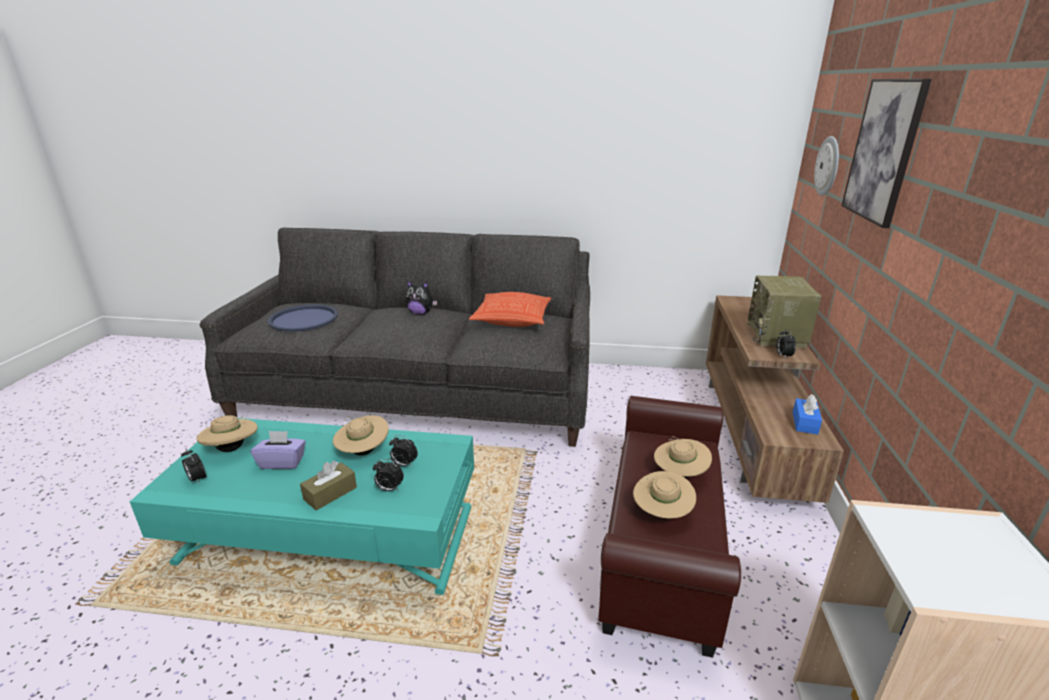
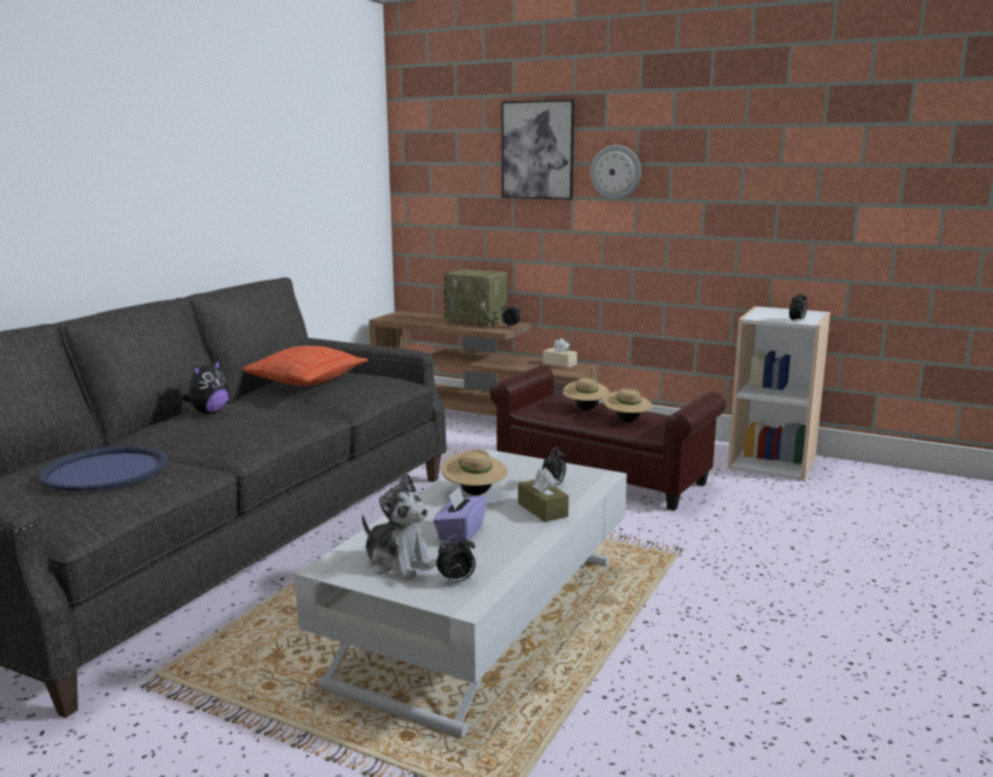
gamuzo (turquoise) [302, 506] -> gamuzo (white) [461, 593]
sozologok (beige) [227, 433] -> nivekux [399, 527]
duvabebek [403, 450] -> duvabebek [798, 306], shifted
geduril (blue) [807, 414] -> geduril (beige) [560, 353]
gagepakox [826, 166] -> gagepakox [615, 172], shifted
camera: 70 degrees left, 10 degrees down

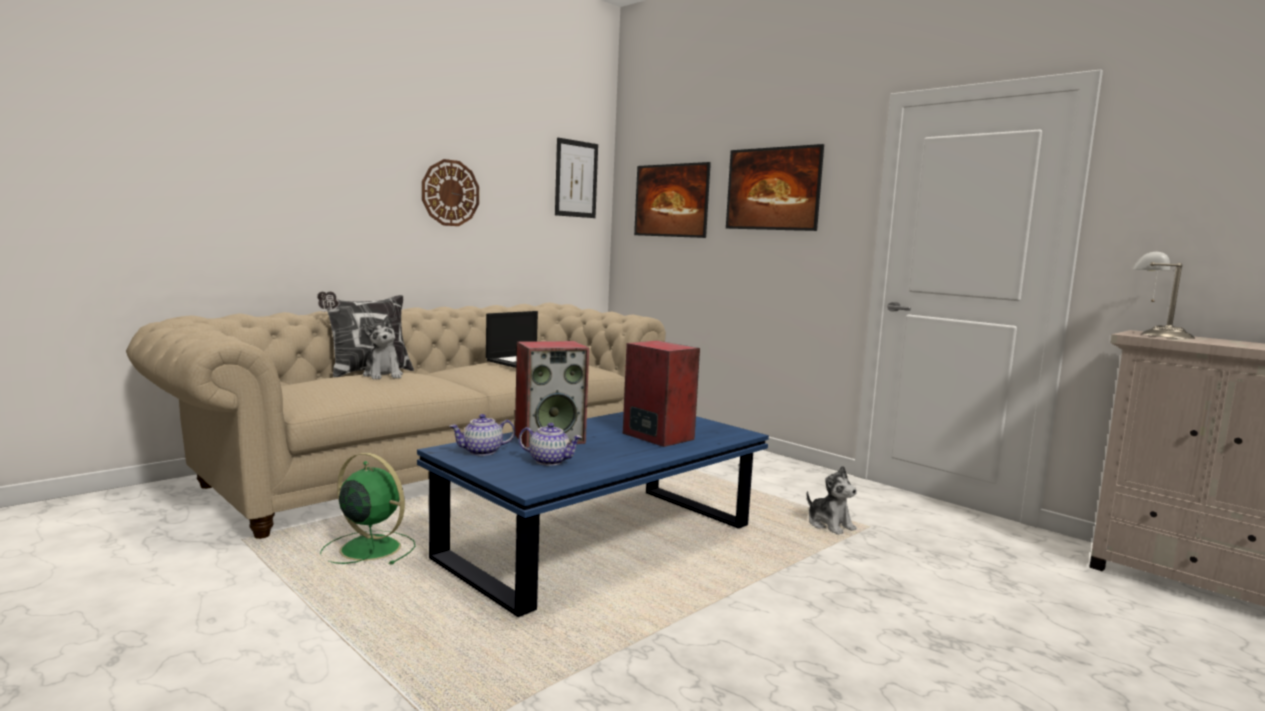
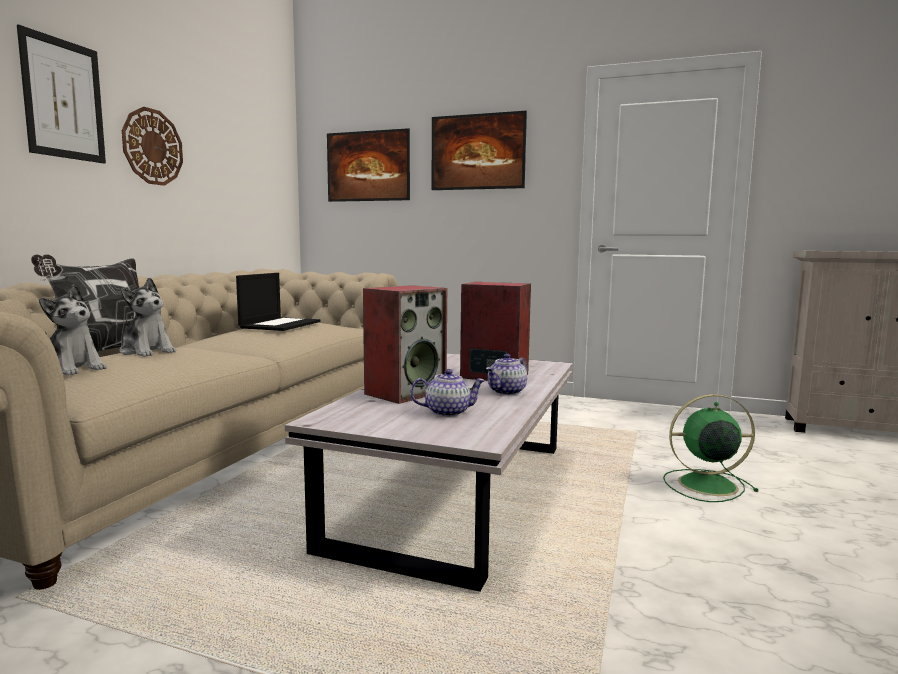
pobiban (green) [367, 509] -> pobiban (green) [710, 448], shifted
gamuzo (blue) [593, 514] -> gamuzo (white) [429, 472]
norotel [482, 435] -> norotel [507, 374], shifted
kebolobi [576, 178] -> kebolobi [61, 94], shifted
nivekux [832, 500] -> nivekux [73, 329], shifted
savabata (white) [1163, 295] -> none
camera: 25 degrees left, 0 degrees up

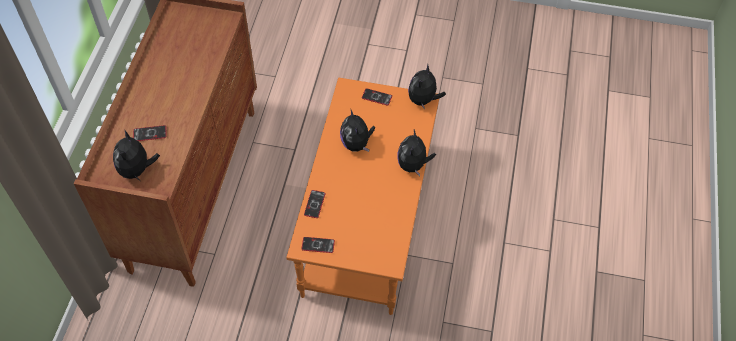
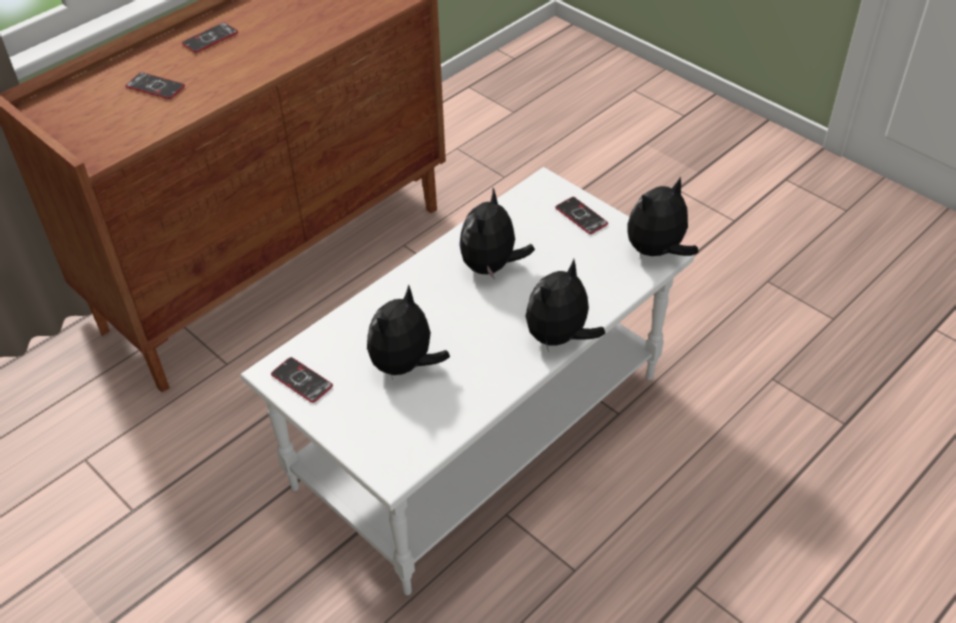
nivekux [136, 156] -> nivekux [408, 332], shifted
gamuzo (orange) [362, 196] -> gamuzo (white) [467, 381]
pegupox [314, 204] -> pegupox [210, 38], shifted
camera: 35 degrees right, 10 degrees down

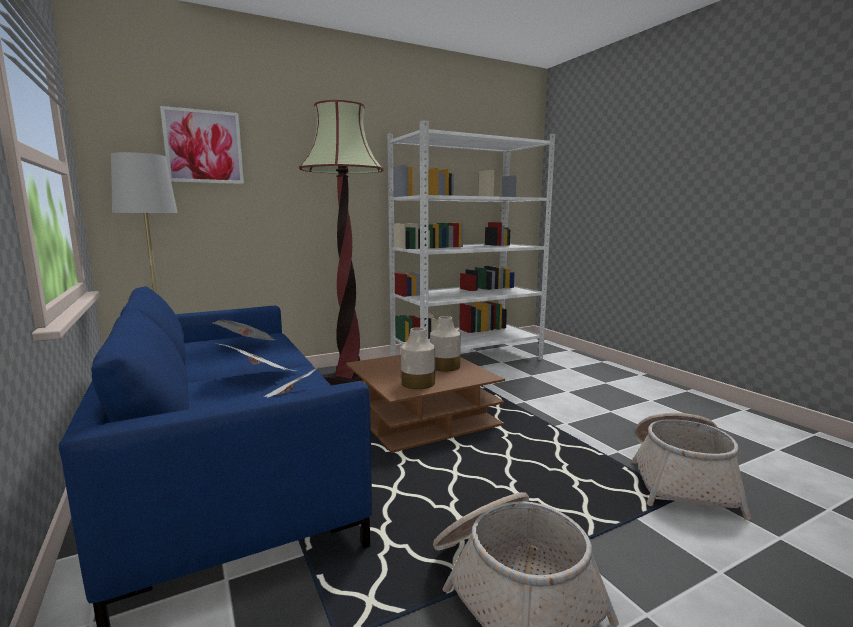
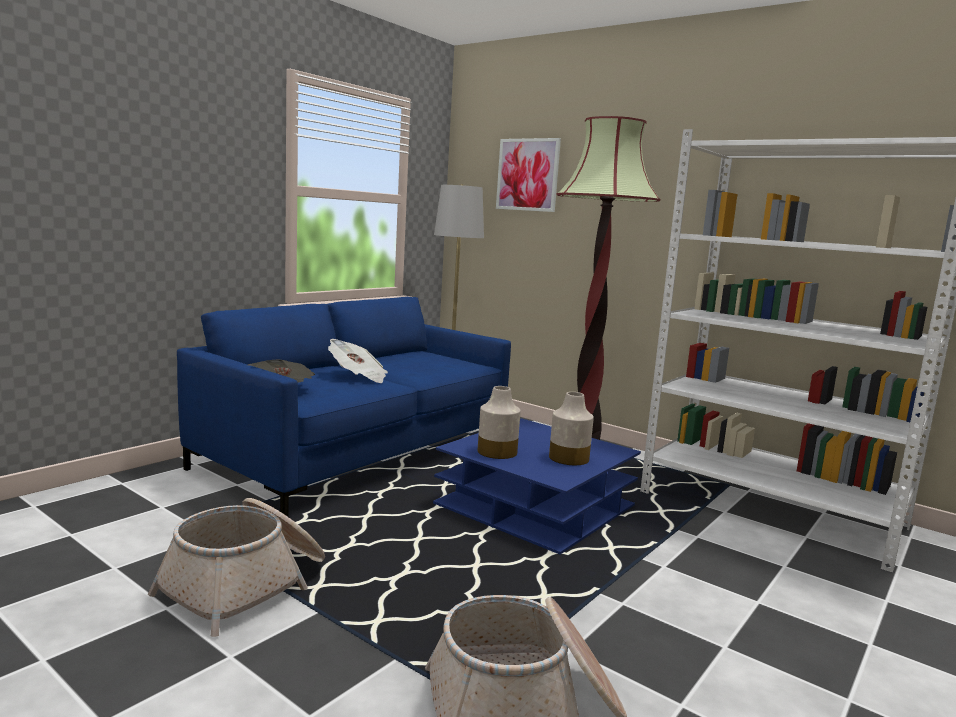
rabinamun [244, 330] -> none
gamuzo (brown) [425, 404] -> gamuzo (blue) [537, 486]
camera: 65 degrees right, 0 degrees up

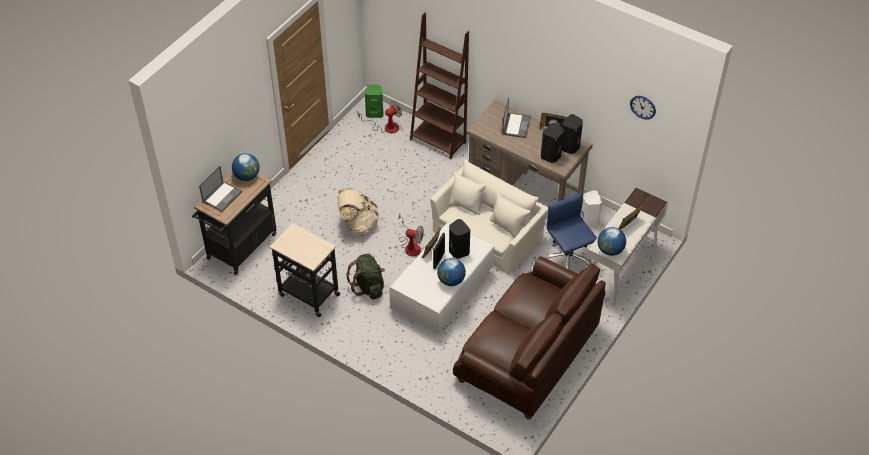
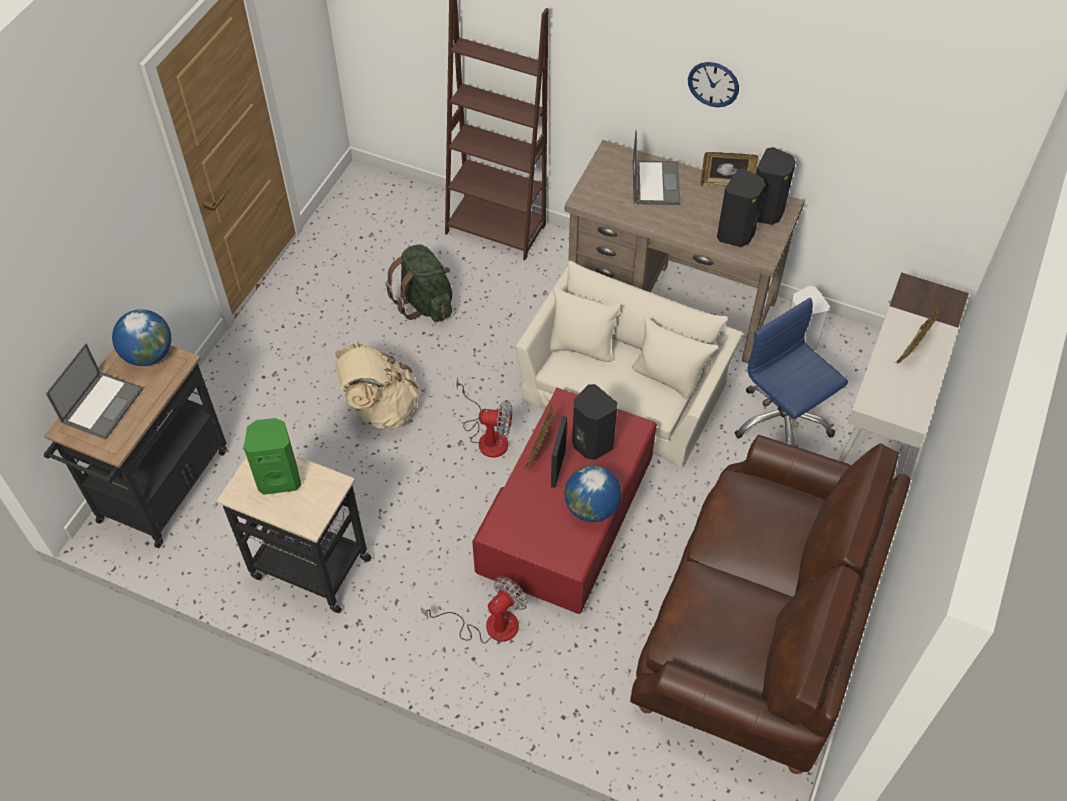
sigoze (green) [365, 276] -> sigoze (green) [418, 283], shifted
pobiban [380, 117] -> pobiban [474, 609], shifted
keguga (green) [374, 101] -> keguga (green) [272, 456], shifted
gamuzo (white) [441, 278] -> gamuzo (red) [564, 501]
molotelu [611, 241] -> none
gagepakox [643, 108] -> gagepakox [713, 84], shifted
camera: 10 degrees left, 5 degrees up

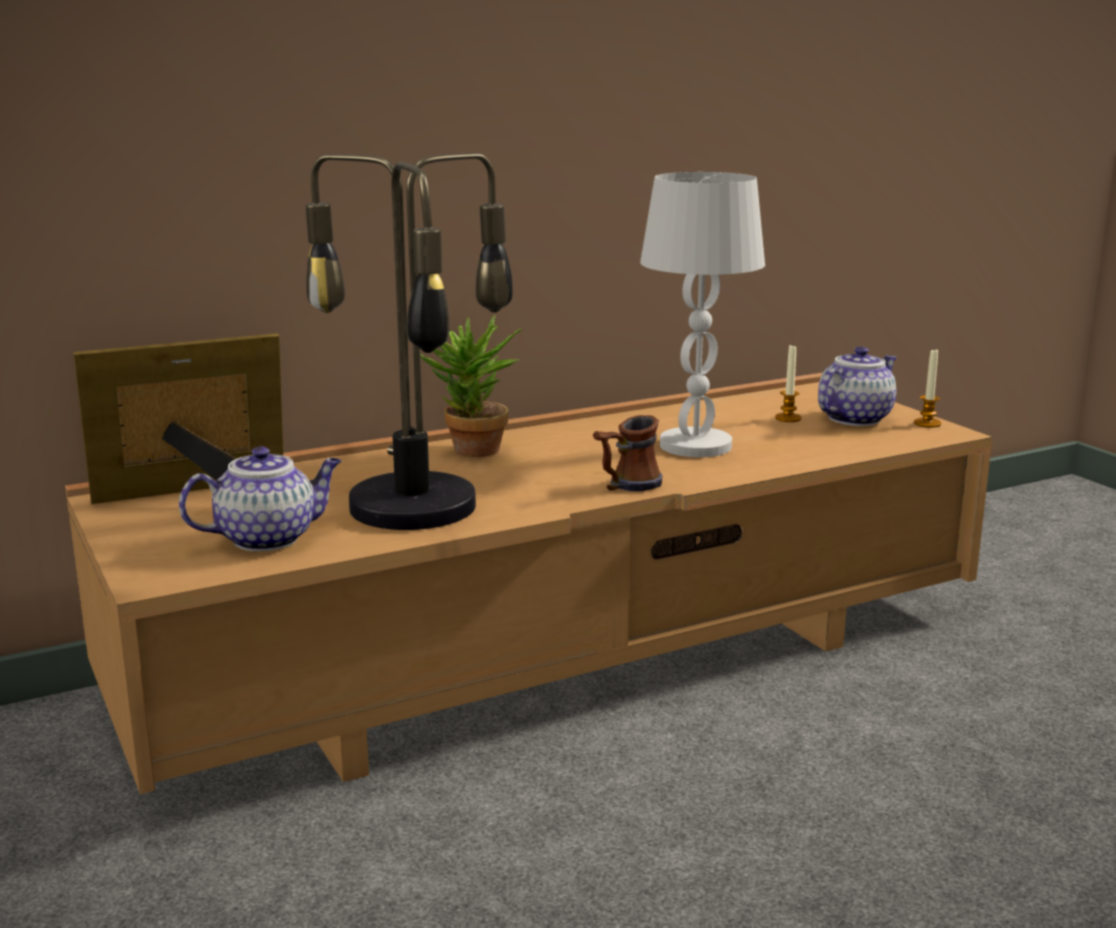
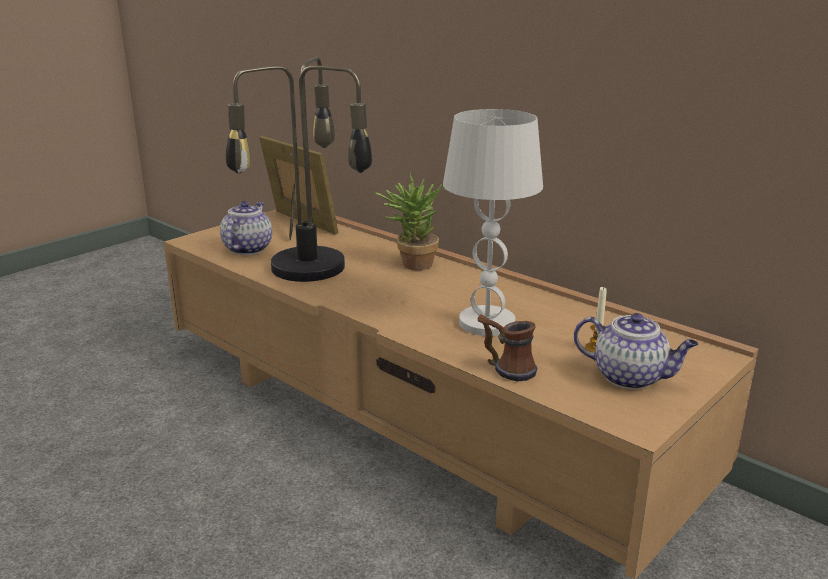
norotel [260, 499] -> norotel [246, 228], 120 degrees counterclockwise
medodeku [627, 453] -> medodeku [508, 348], shifted
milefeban [927, 388] -> none
camera: 70 degrees right, 5 degrees up

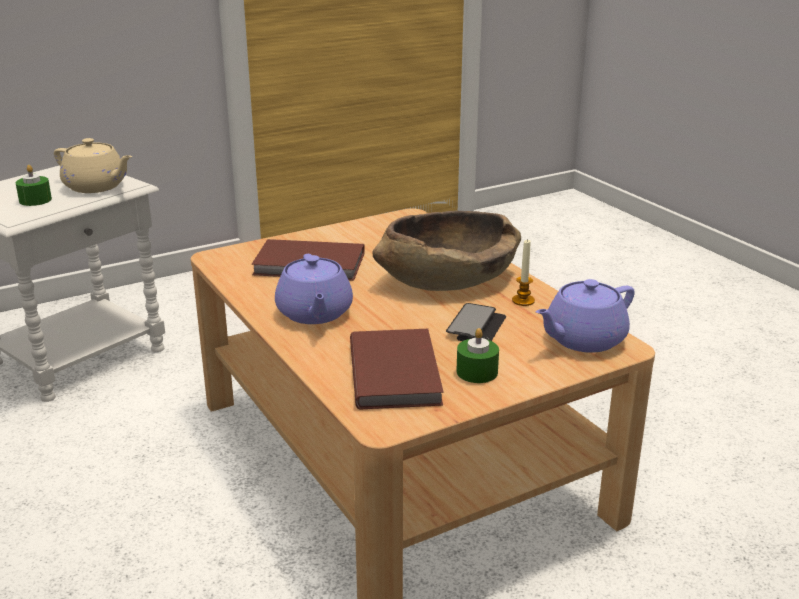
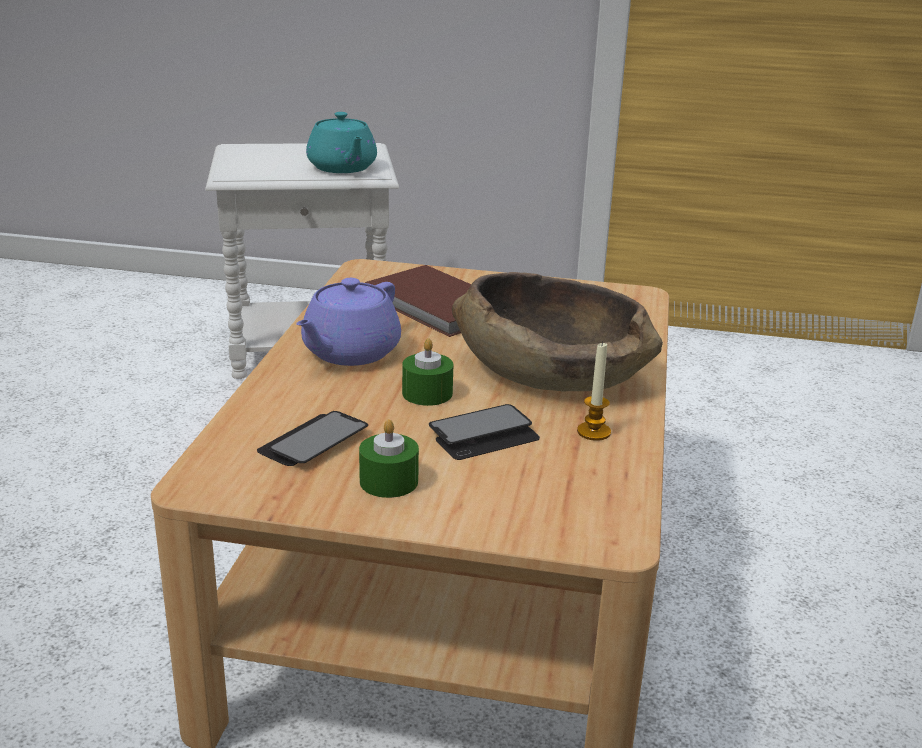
milefeban (green) [33, 185] -> milefeban (green) [427, 372], shifted
norotel (beige) [93, 165] -> norotel (turquoise) [341, 142]
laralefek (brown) [397, 369] -> pegupox [312, 438]
norotel (purple) [585, 316] -> none
camera: 40 degrees right, 0 degrees up

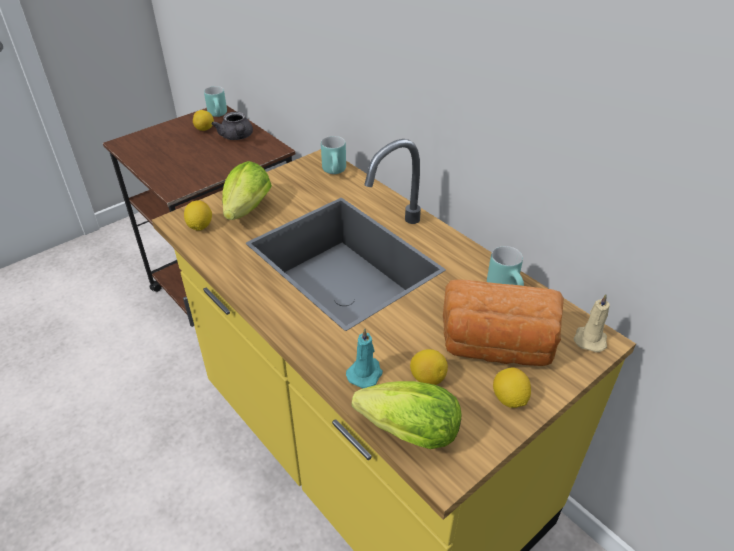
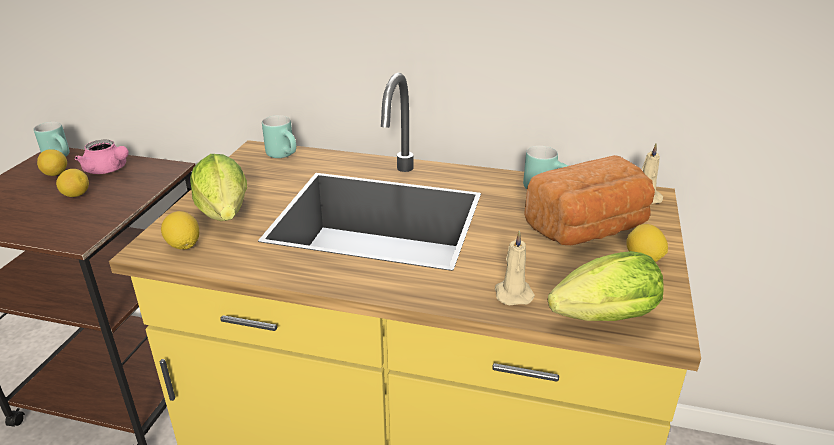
norotel (grey) [232, 126] -> norotel (pink) [102, 157]
milefeban (turquoise) [364, 358] -> milefeban (beige) [515, 268]
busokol [429, 367] -> busokol [72, 183], shifted
camera: 35 degrees left, 10 degrees down

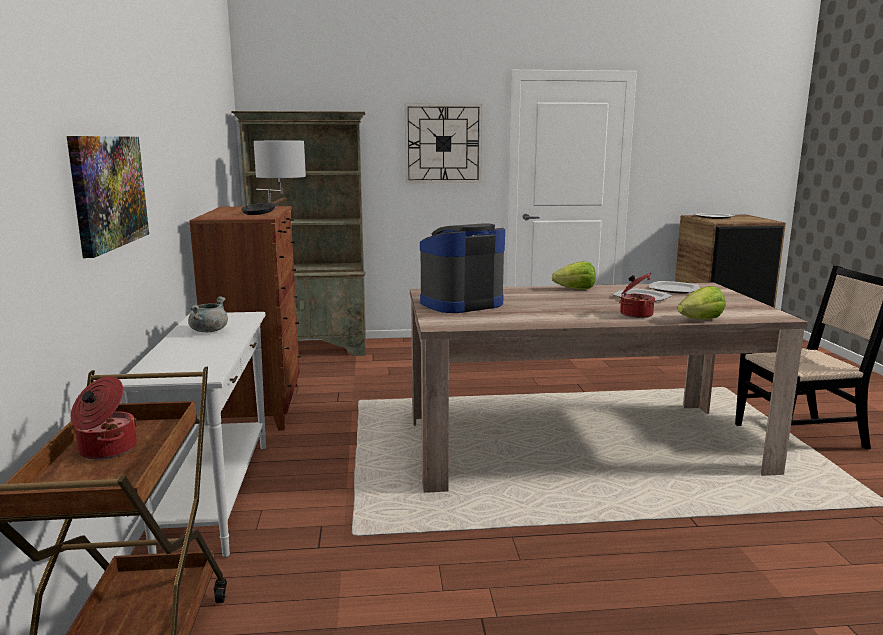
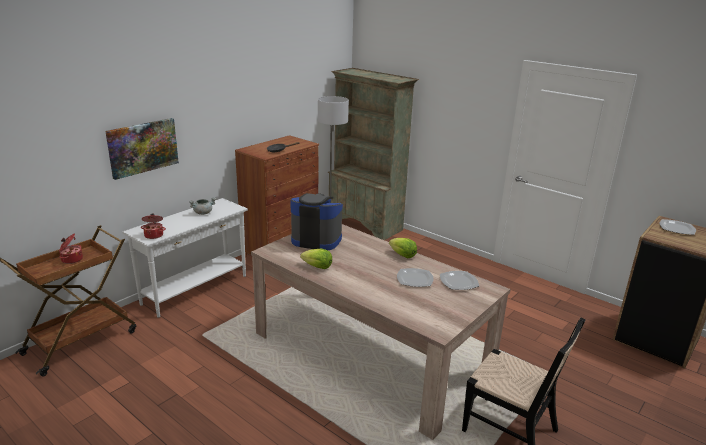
gagepakox [443, 143] -> none
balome [637, 295] -> balome [153, 226], shifted
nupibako [702, 303] -> nupibako [316, 259], shifted
camera: 45 degrees right, 10 degrees up

